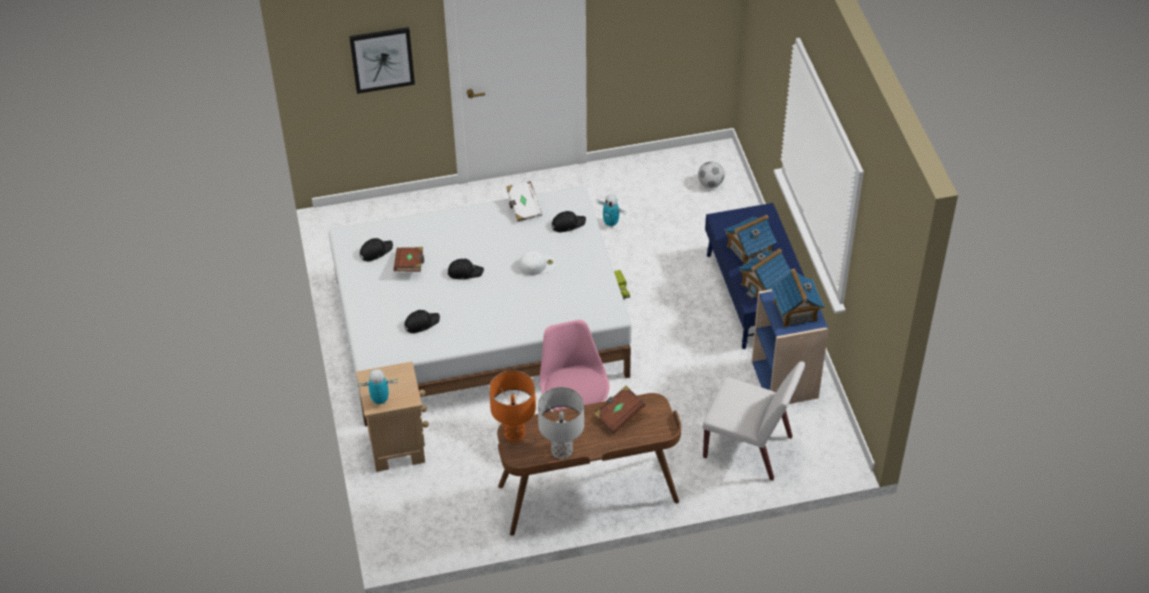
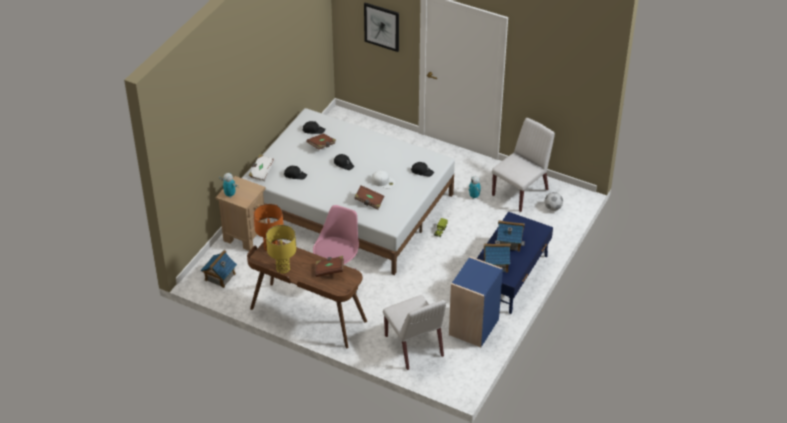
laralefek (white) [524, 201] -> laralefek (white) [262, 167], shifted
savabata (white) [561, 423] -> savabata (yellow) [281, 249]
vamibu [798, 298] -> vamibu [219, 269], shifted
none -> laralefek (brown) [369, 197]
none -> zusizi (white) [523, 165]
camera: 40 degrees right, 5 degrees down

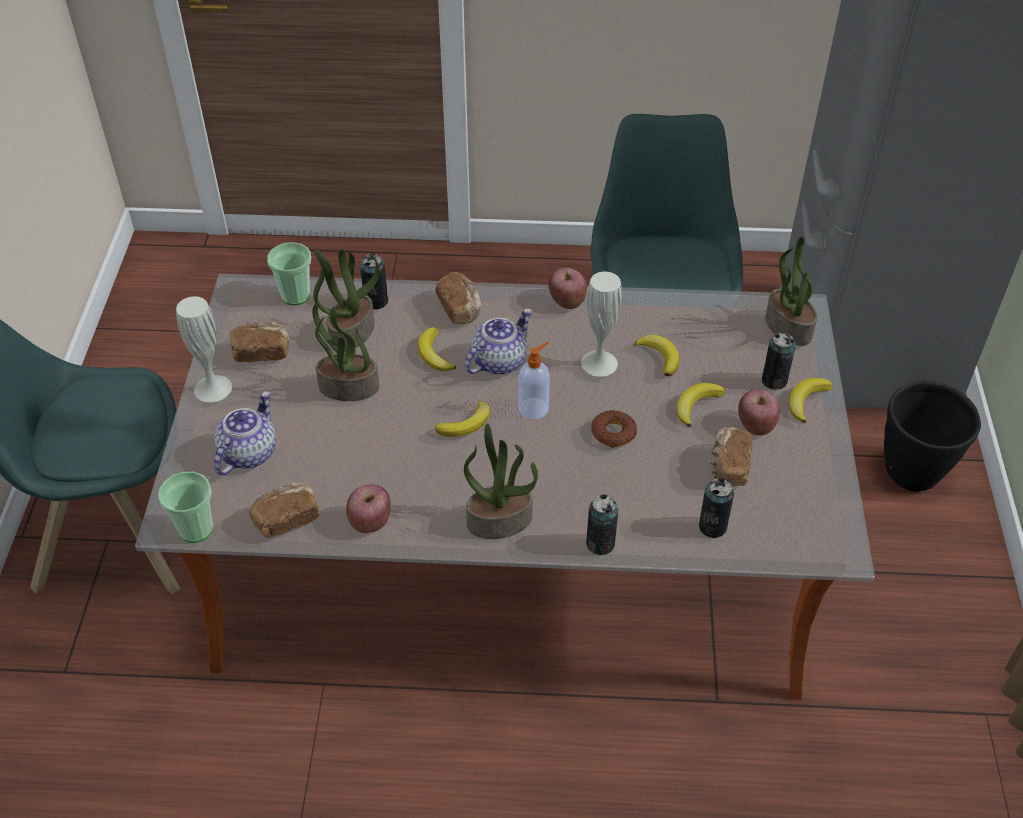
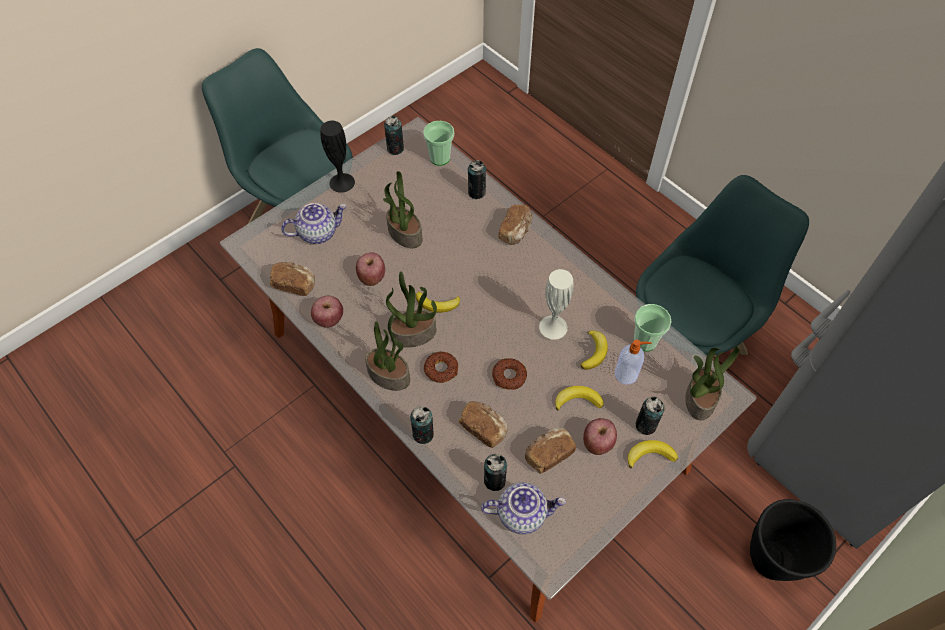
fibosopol [185, 507] -> fibosopol [653, 327], shifted
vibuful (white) [204, 349] -> vibuful (black) [337, 157]
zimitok [259, 342] -> zimitok [483, 424], shifted
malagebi [346, 300] -> malagebi [411, 309], shifted
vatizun [437, 349] -> none
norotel [498, 342] -> norotel [523, 508], shifted
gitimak [534, 381] -> gitimak [633, 362], shifted
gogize [568, 288] -> gogize [370, 269], shifted
none -> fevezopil [394, 135]
none -> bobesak [441, 367]
camera: 45 degrees right, 10 degrees up

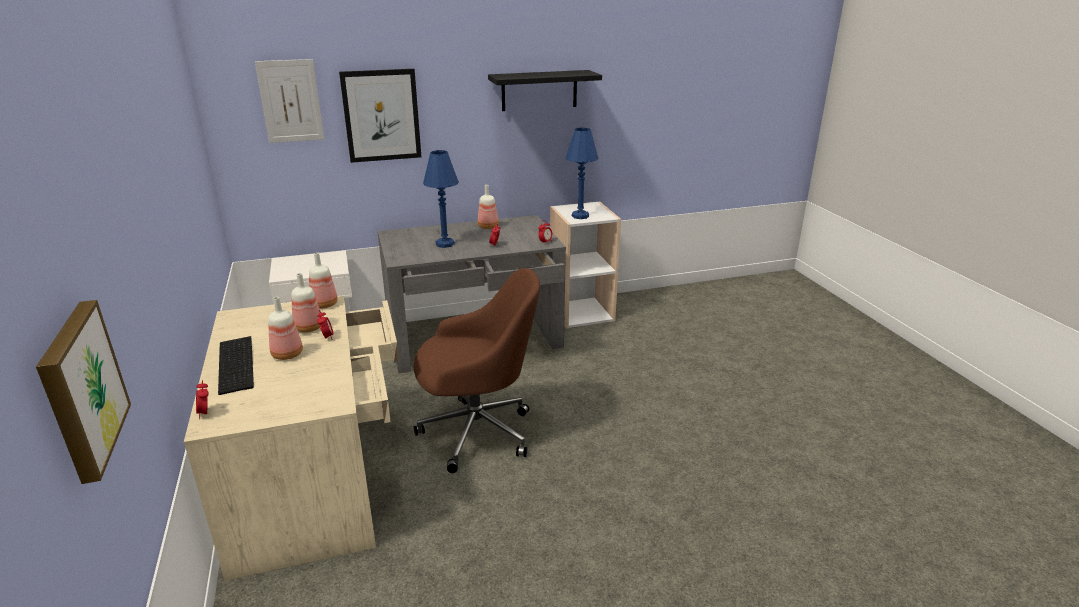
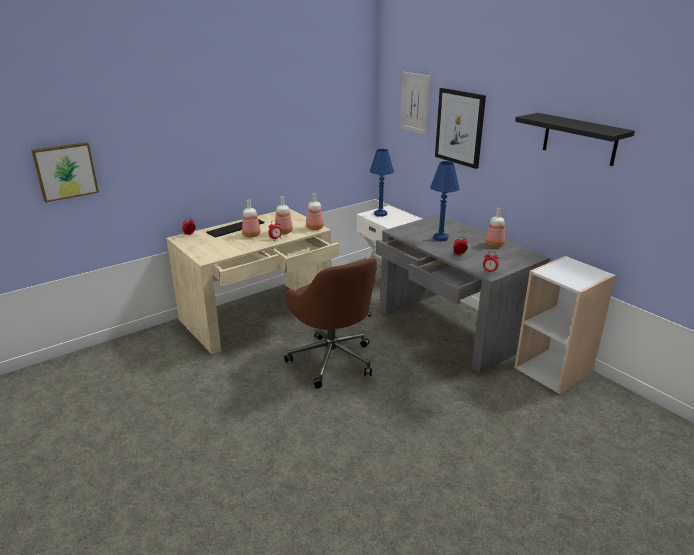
savabata (blue) [582, 173] -> savabata (blue) [382, 183], shifted
camera: 70 degrees right, 0 degrees up

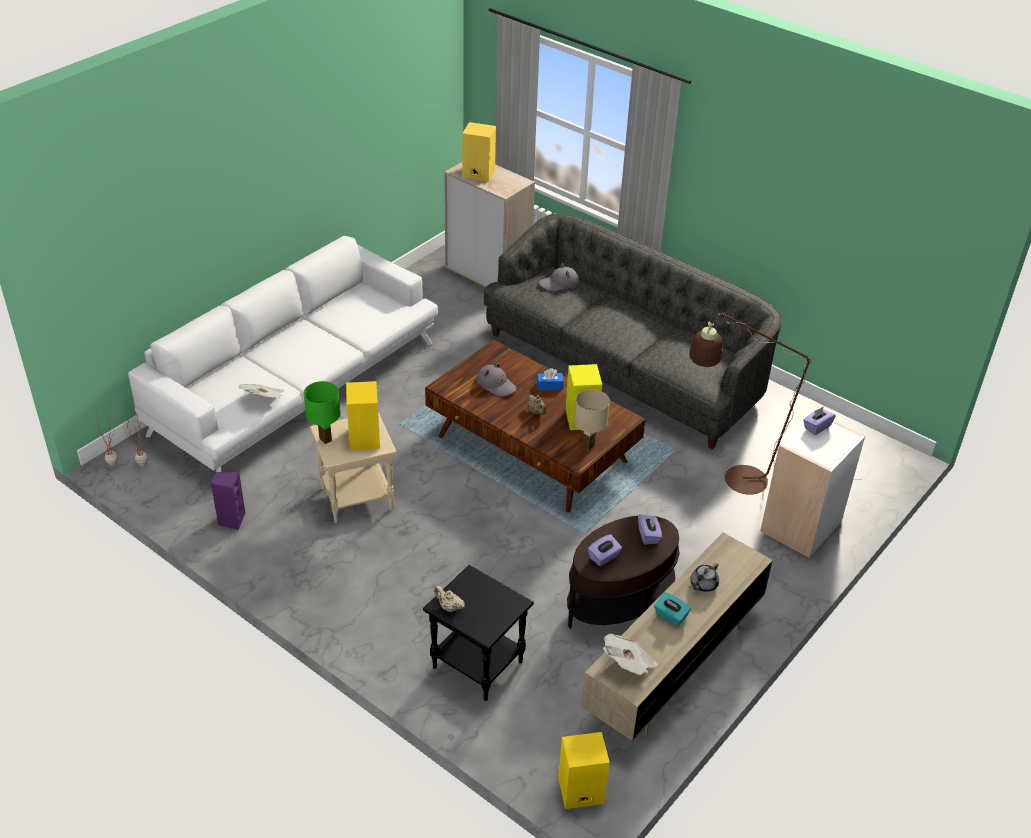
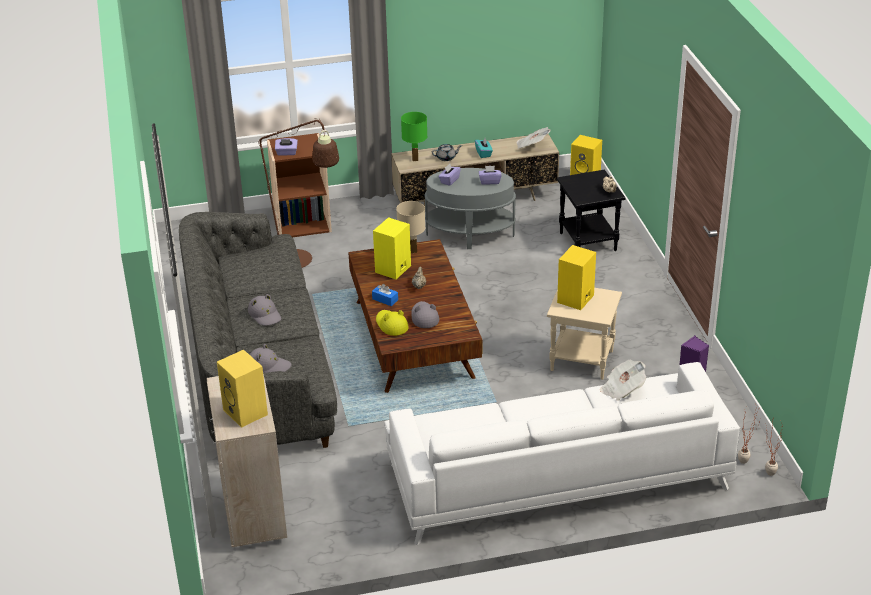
savabata (green) [322, 412] -> savabata (green) [414, 136], shifted
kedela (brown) [623, 572] -> kedela (grey) [470, 208]
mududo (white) [812, 485] -> mududo (brown) [299, 185]
none -> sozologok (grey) [264, 310]
none -> sozologok (yellow) [392, 323]
camera: 140 degrees left, 5 degrees down

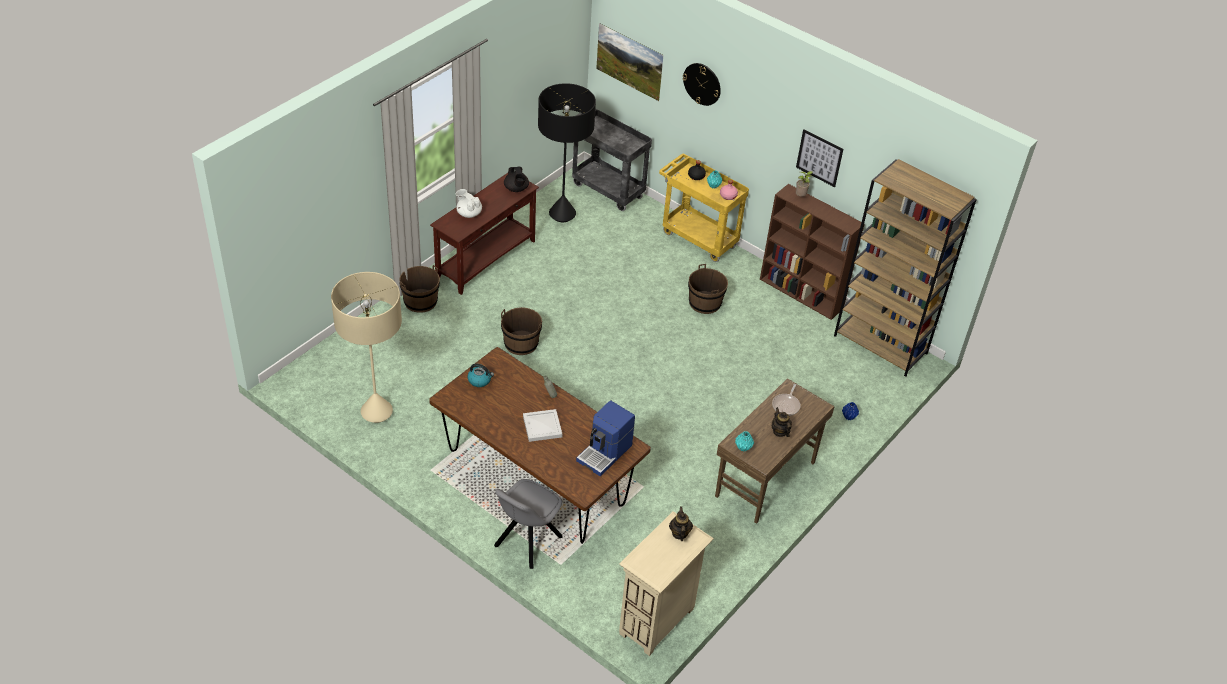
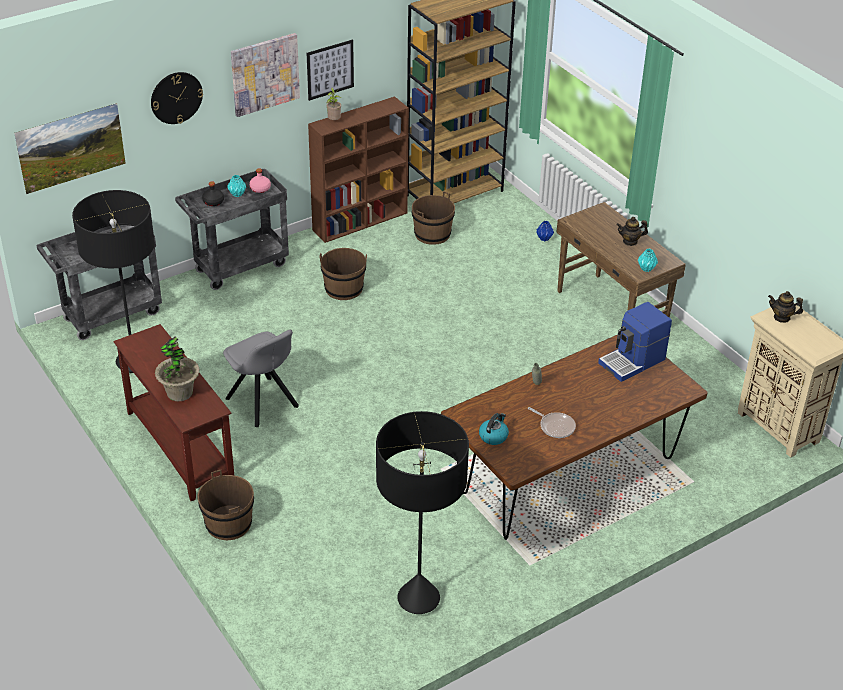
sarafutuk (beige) [366, 347] -> sarafutuk (black) [422, 512]
norotel (white) [469, 203] -> malagebi [177, 368]
zusizi (grey) [528, 524] -> zusizi (grey) [261, 378], shifted
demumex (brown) [521, 331] -> demumex (brown) [433, 218], shifted
norotel (black) [516, 179] -> none
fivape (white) [543, 425] -> none
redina [605, 439] -> redina [635, 342], 90 degrees clockwise
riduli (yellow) [704, 208] -> riduli (grey) [232, 229]
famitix [786, 400] -> famitix [552, 422], shifted
none -> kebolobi [265, 75]
camera: 70 degrees left, 5 degrees down

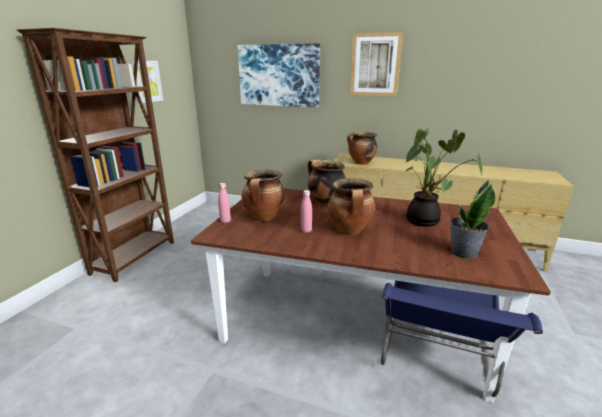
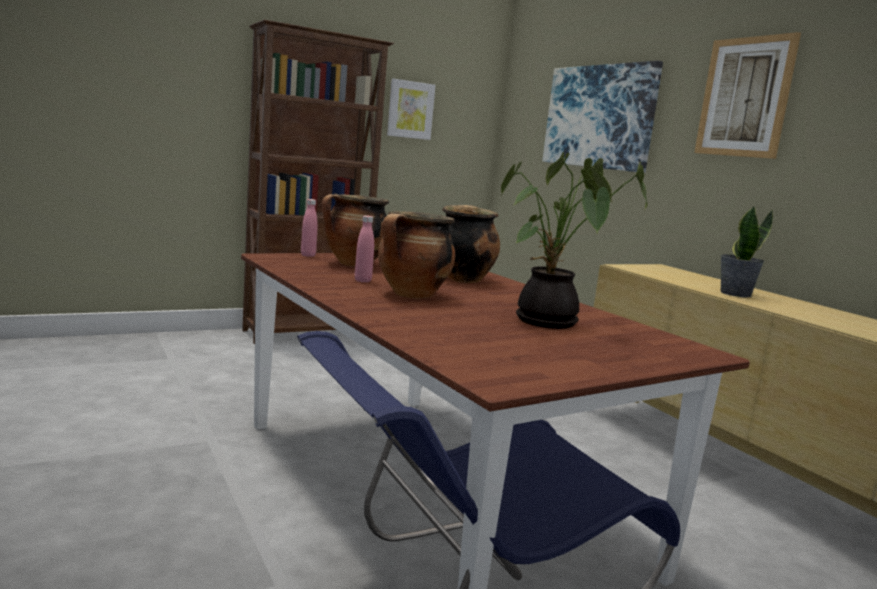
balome [362, 148] -> none
malagebi [472, 219] -> malagebi [747, 251], shifted
camera: 40 degrees right, 10 degrees down

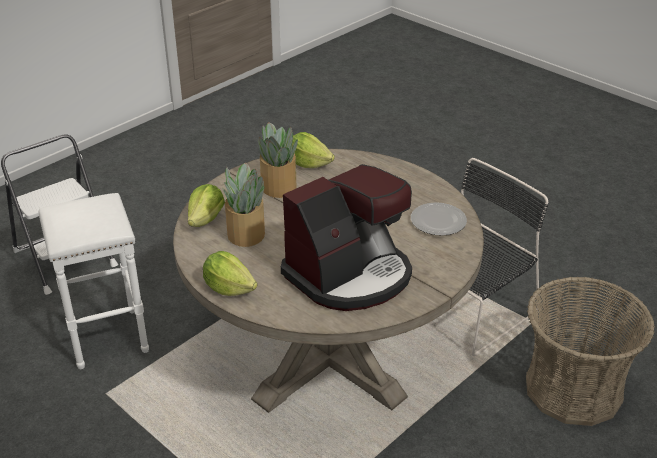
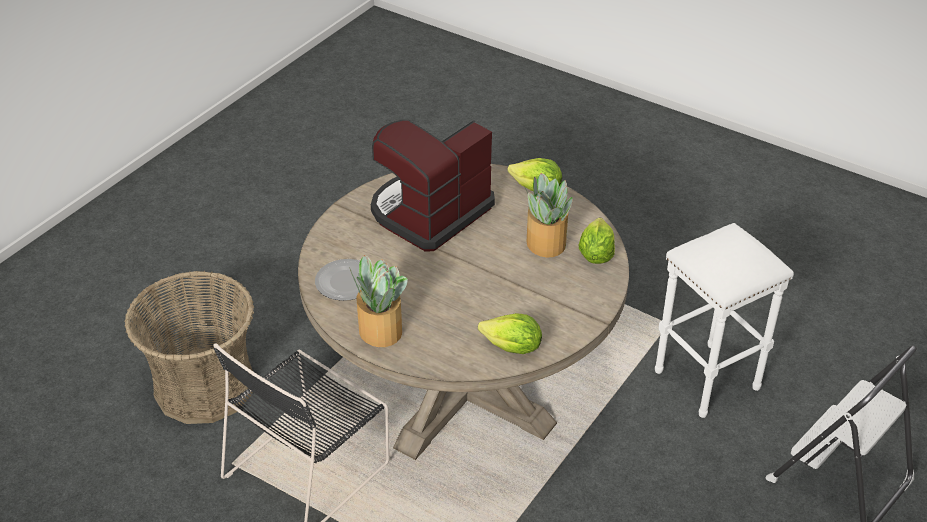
malagebi [278, 160] -> malagebi [378, 301], shifted
camera: 170 degrees right, 5 degrees up

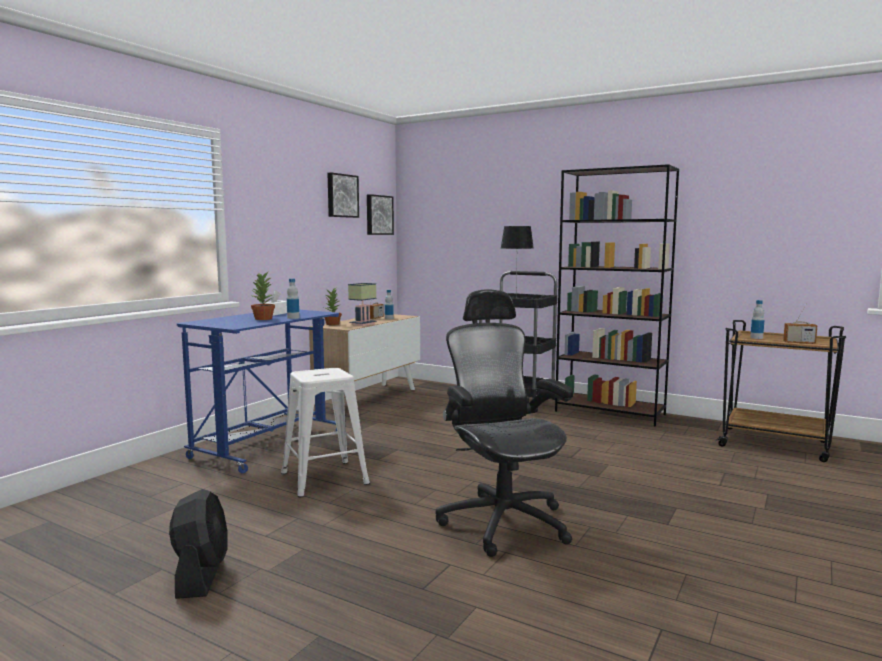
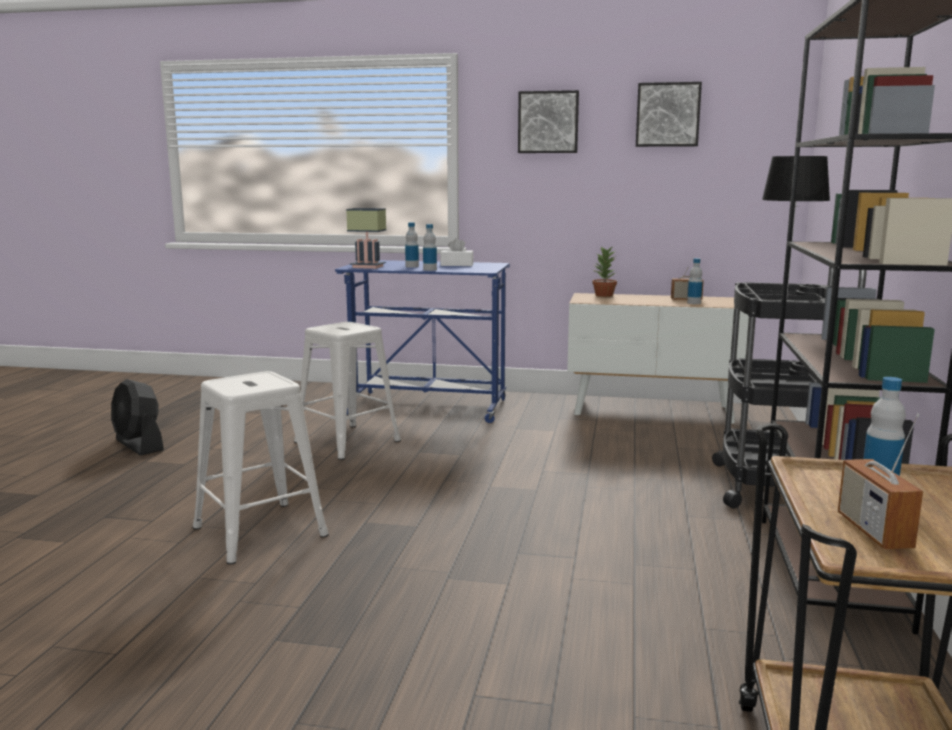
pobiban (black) [198, 544] -> pobiban (black) [137, 417], 75 degrees clockwise
malagebi [263, 296] -> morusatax [412, 245]
savabata [362, 304] -> savabata [366, 238], shifted
kebolobi [380, 214] -> kebolobi [548, 121], shifted
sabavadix [504, 423] -> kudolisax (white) [260, 467]
camera: 70 degrees right, 5 degrees up

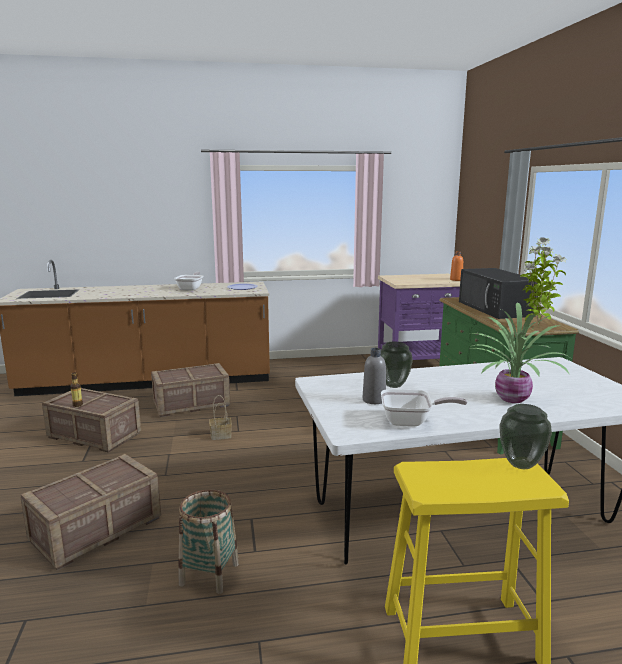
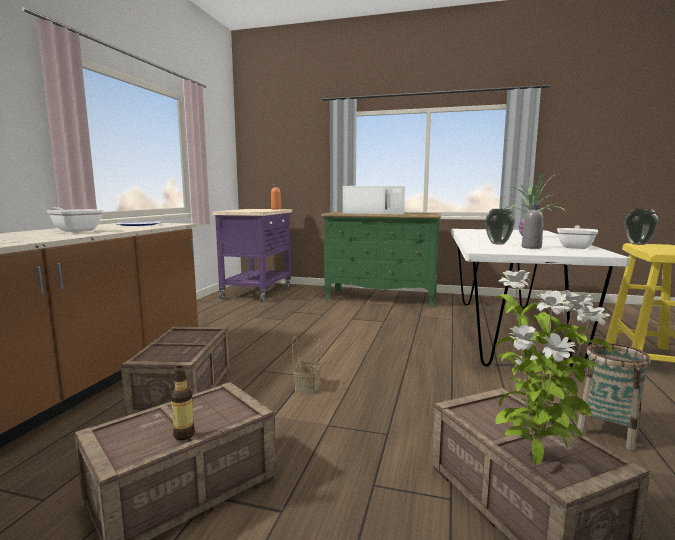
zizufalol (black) [498, 293] -> zizufalol (white) [374, 200]
malagebi [543, 282] -> malagebi [554, 367], shifted
camera: 65 degrees left, 5 degrees down

